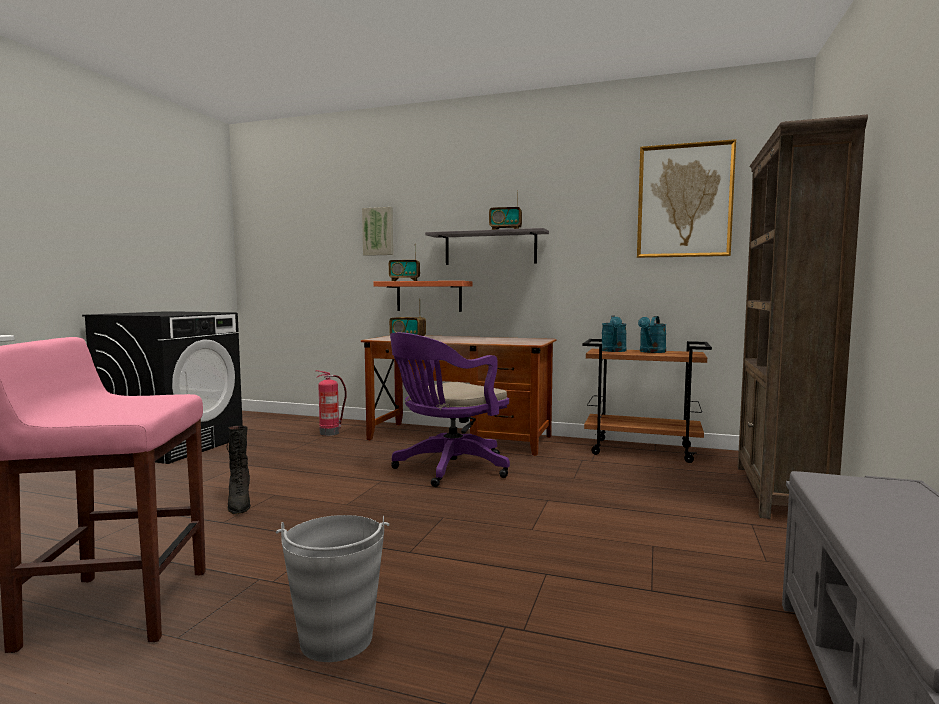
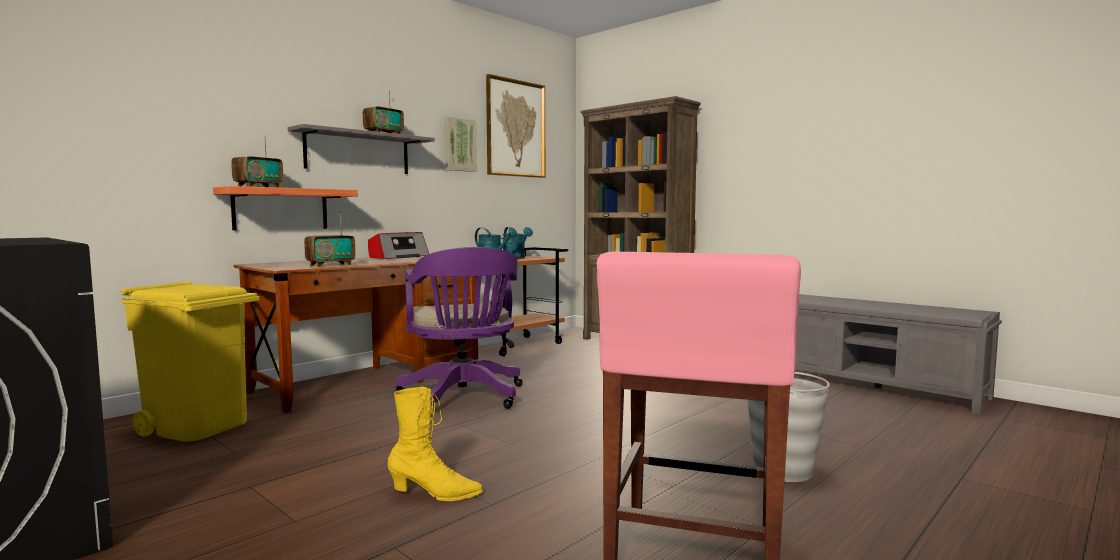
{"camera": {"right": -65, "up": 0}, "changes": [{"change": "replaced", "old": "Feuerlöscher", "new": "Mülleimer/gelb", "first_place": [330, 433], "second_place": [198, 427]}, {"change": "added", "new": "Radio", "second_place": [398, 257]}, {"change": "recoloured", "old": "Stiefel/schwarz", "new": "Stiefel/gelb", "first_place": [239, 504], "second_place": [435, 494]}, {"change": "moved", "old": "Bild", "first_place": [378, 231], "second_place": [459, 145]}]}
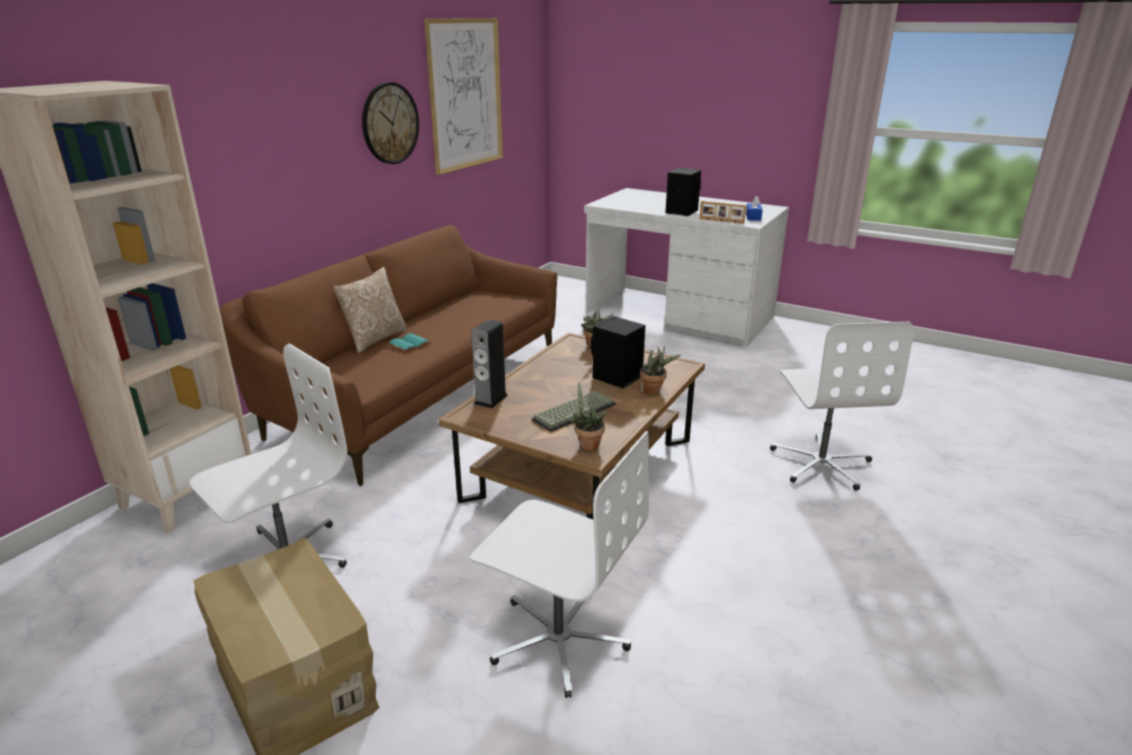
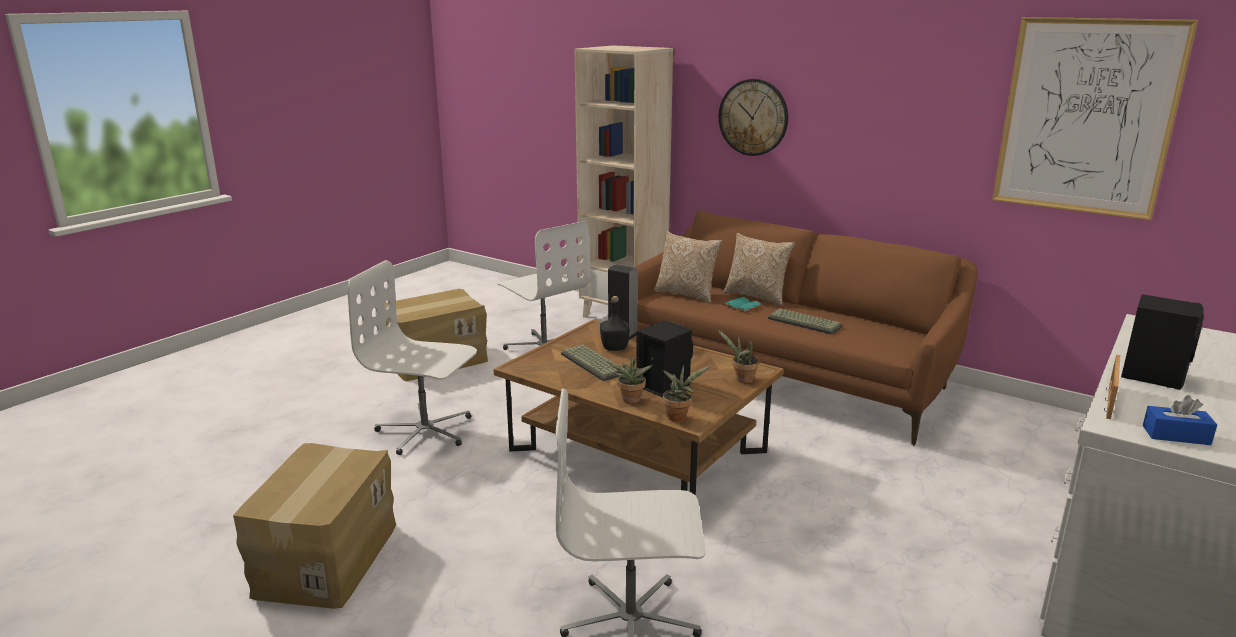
{"camera": {"right": 95, "up": -5}, "changes": [{"change": "added", "new": "Karton", "second_place": [325, 559]}, {"change": "turned", "old": "Bürostuhl/weiß", "first_place": [558, 639], "second_place": [425, 431], "degrees": 75}, {"change": "added", "new": "Flasche/schwarz", "second_place": [614, 348]}, {"change": "added", "new": "Kissen", "second_place": [687, 294]}, {"change": "moved", "old": "Topfpflanze", "first_place": [587, 444], "second_place": [679, 416]}, {"change": "moved", "old": "Wanduhr", "first_place": [390, 123], "second_place": [753, 117]}, {"change": "added", "new": "Tastatur", "second_place": [805, 322]}]}
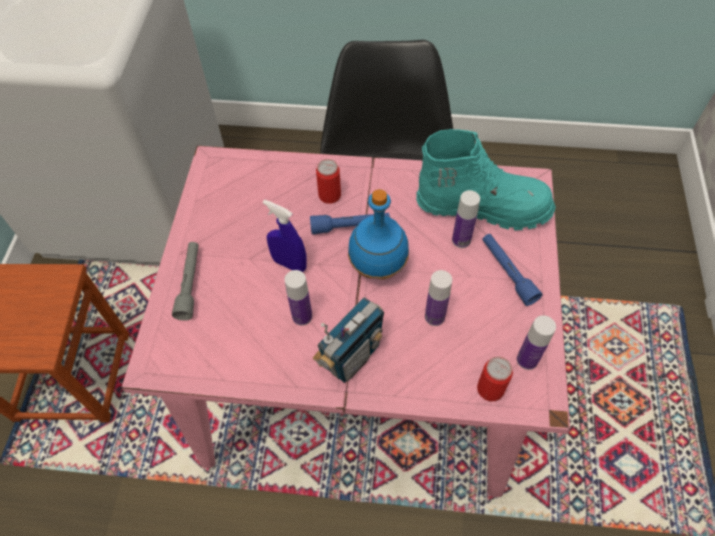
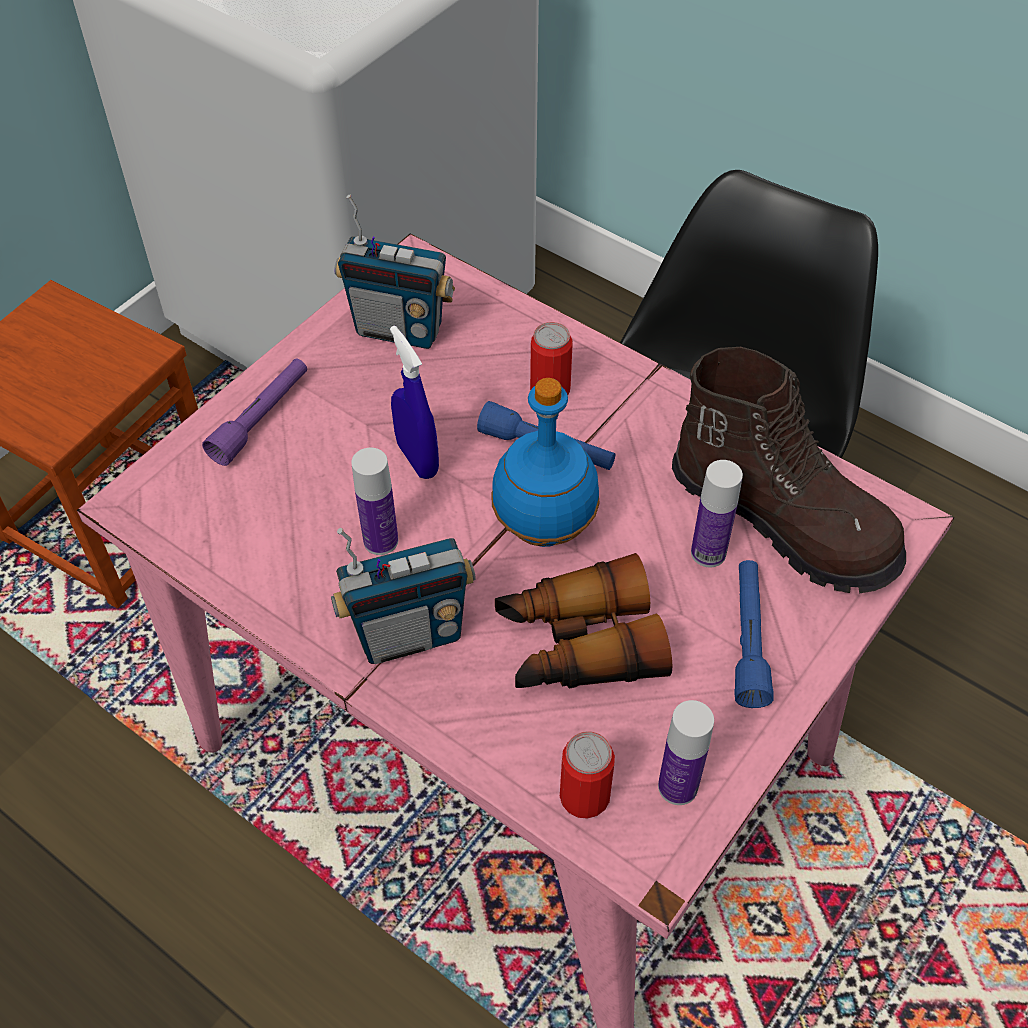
{"camera": {"right": 30, "up": -5}, "changes": [{"change": "recoloured", "old": "Taschenlampe/grau", "new": "Taschenlampe/lila", "first_place": [190, 284], "second_place": [261, 418]}, {"change": "added", "new": "Radio", "second_place": [399, 329]}, {"change": "replaced", "old": "Flasche", "new": "Fernglas", "first_place": [434, 316], "second_place": [577, 644]}, {"change": "recoloured", "old": "Stiefel/türkis", "new": "Stiefel/braun", "first_place": [482, 206], "second_place": [784, 519]}]}
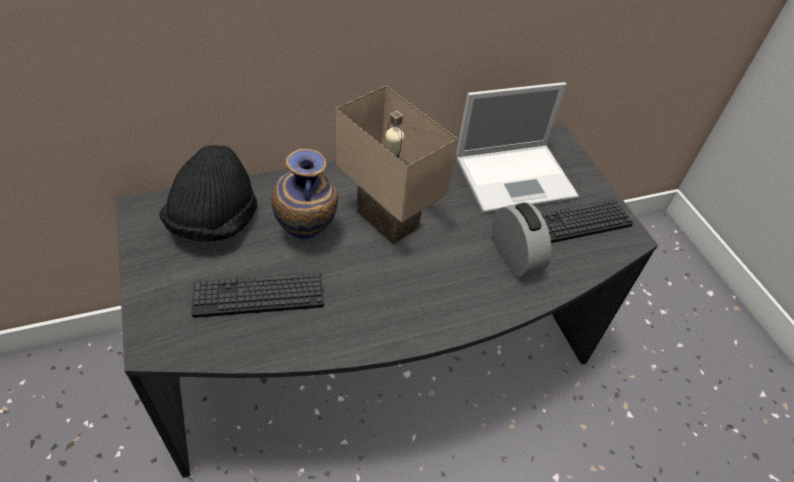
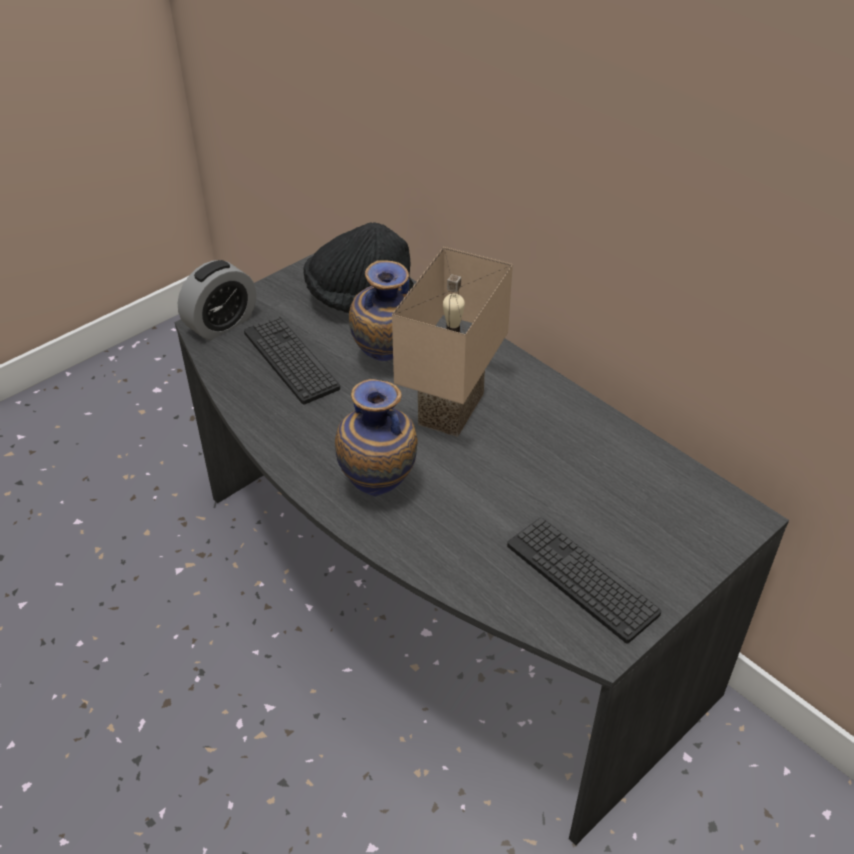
{"camera": {"right": 70, "up": -5}, "changes": [{"change": "moved", "old": "Wecker", "first_place": [514, 257], "second_place": [221, 324]}, {"change": "added", "new": "Vase", "second_place": [379, 488]}, {"change": "removed", "old": "Laptop", "first_place": [516, 177]}]}
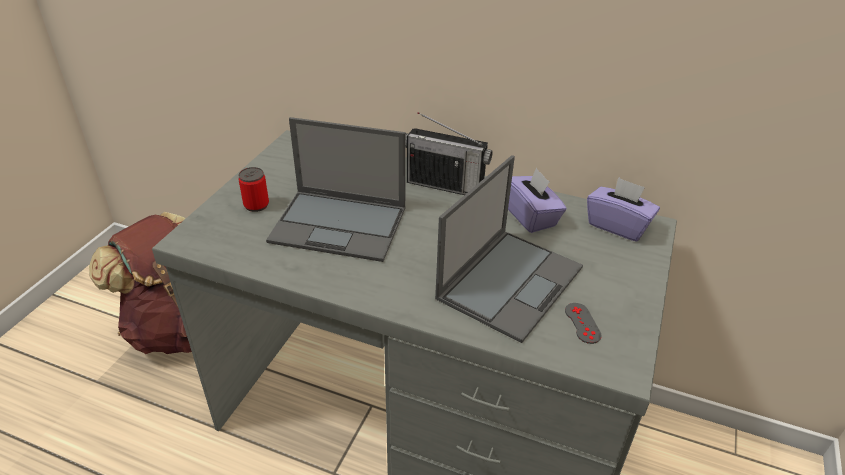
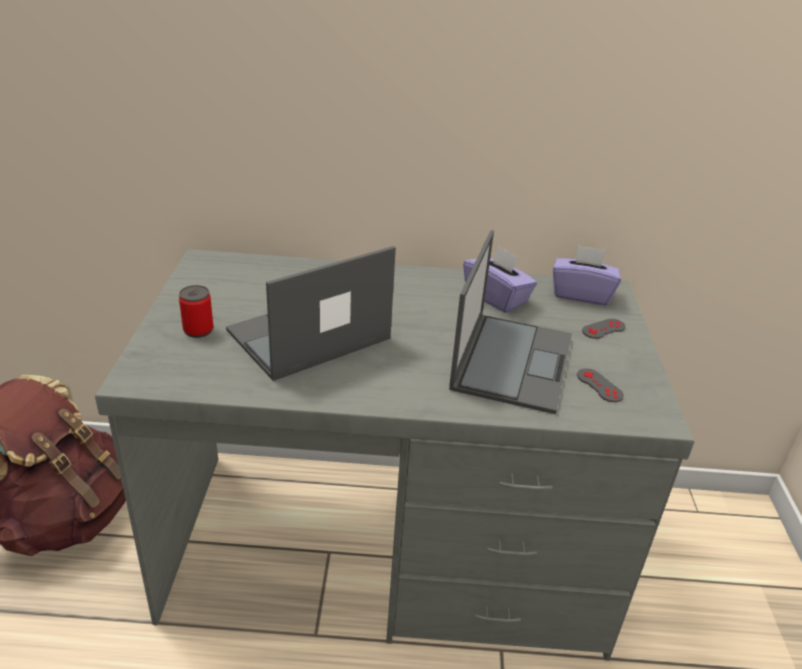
{"camera": {"right": -20, "up": -5}, "changes": [{"change": "turned", "old": "Laptop", "first_place": [340, 225], "second_place": [307, 336], "degrees": 150}, {"change": "added", "new": "Gamepad/grau", "second_place": [603, 329]}, {"change": "removed", "old": "Radio", "first_place": [445, 185]}]}
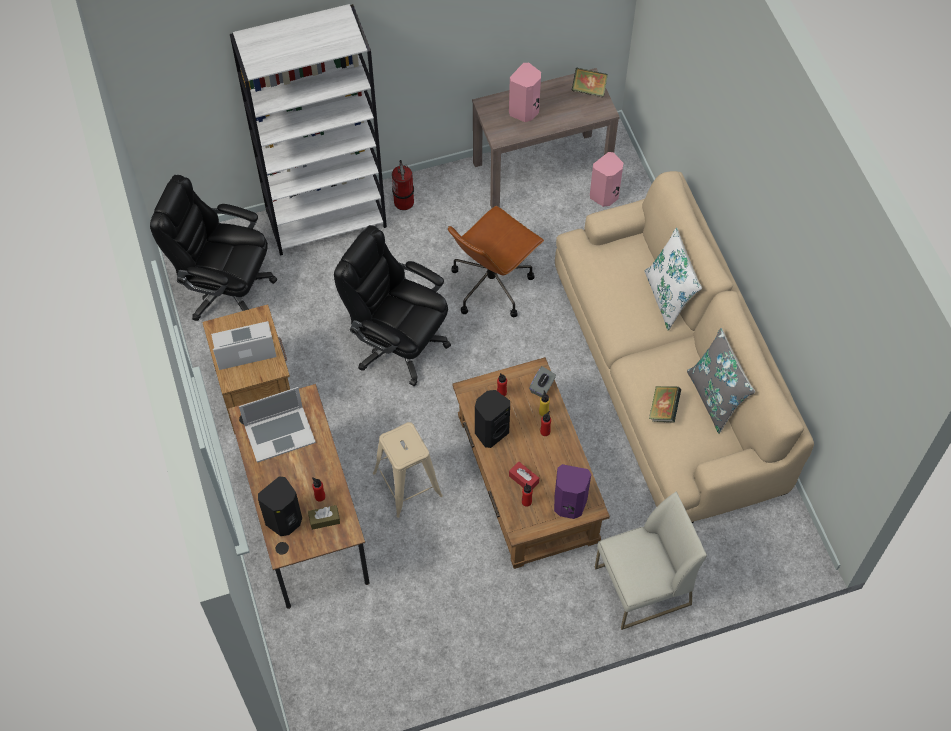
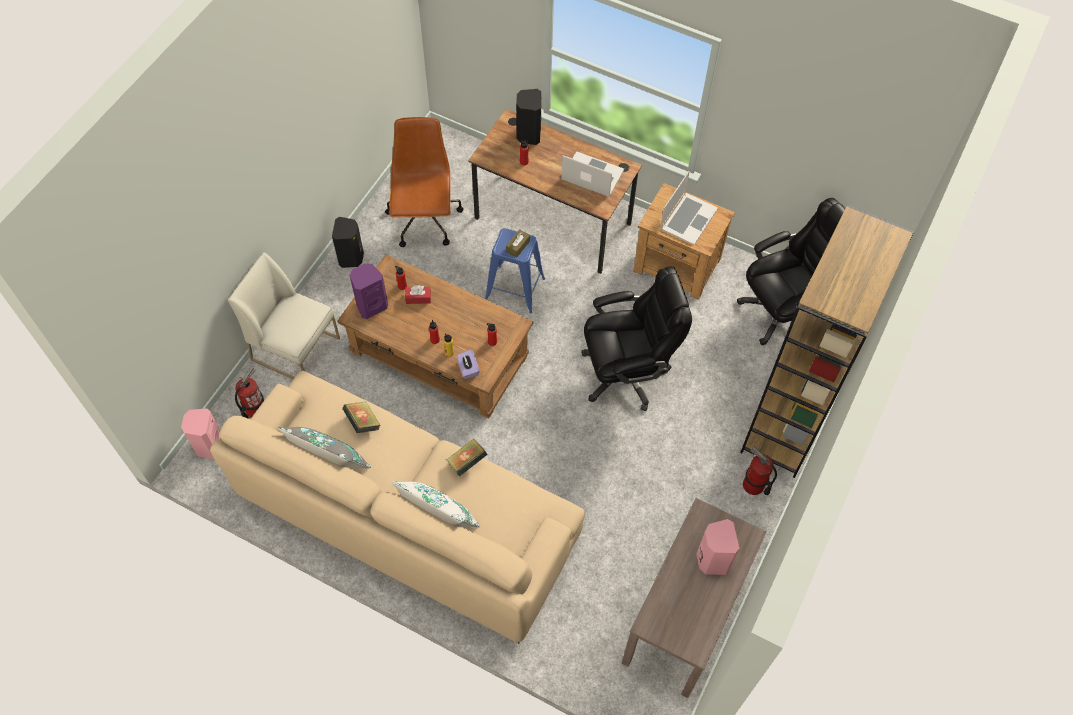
{"camera": {"right": 135, "up": 0}, "changes": [{"change": "moved", "old": "Lautsprecher/rosa", "first_place": [605, 196], "second_place": [209, 446]}, {"change": "turned", "old": "Stuhl/weiß", "first_place": [642, 587], "second_place": [297, 349], "degrees": 90}, {"change": "added", "new": "Feuerlöscher", "second_place": [256, 410]}, {"change": "moved", "old": "Lautsprecher/schwarz", "first_place": [490, 432], "second_place": [351, 258]}, {"change": "moved", "old": "Bürostuhl/braun", "first_place": [492, 284], "second_place": [425, 221]}, {"change": "moved", "old": "Buch", "first_place": [589, 89], "second_place": [467, 462]}, {"change": "recoloured", "old": "Taschentuchbox/grau", "new": "Taschentuchbox/lila", "first_place": [542, 387], "second_place": [468, 369]}, {"change": "recoloured", "old": "Hocker/beige", "new": "Hocker/blau", "first_place": [407, 484], "second_place": [515, 289]}, {"change": "moved", "old": "Taschentuchbox/braun", "first_place": [324, 519], "second_place": [518, 246]}, {"change": "turned", "old": "Laptop", "first_place": [279, 433], "second_place": [592, 175], "degrees": 90}, {"change": "recoloured", "old": "Bücherregal/weiß", "new": "Bücherregal/braun", "first_place": [327, 218], "second_place": [788, 420]}]}
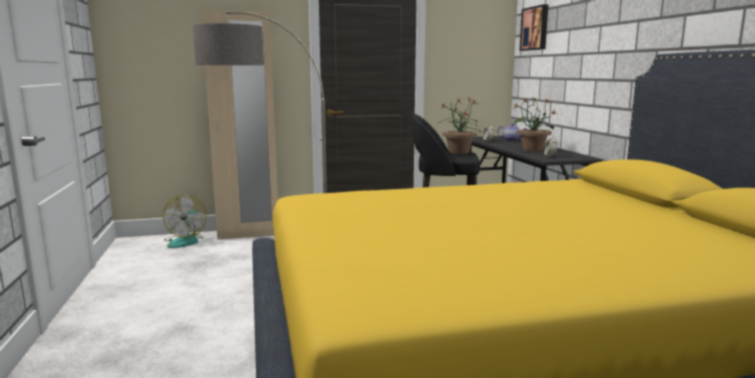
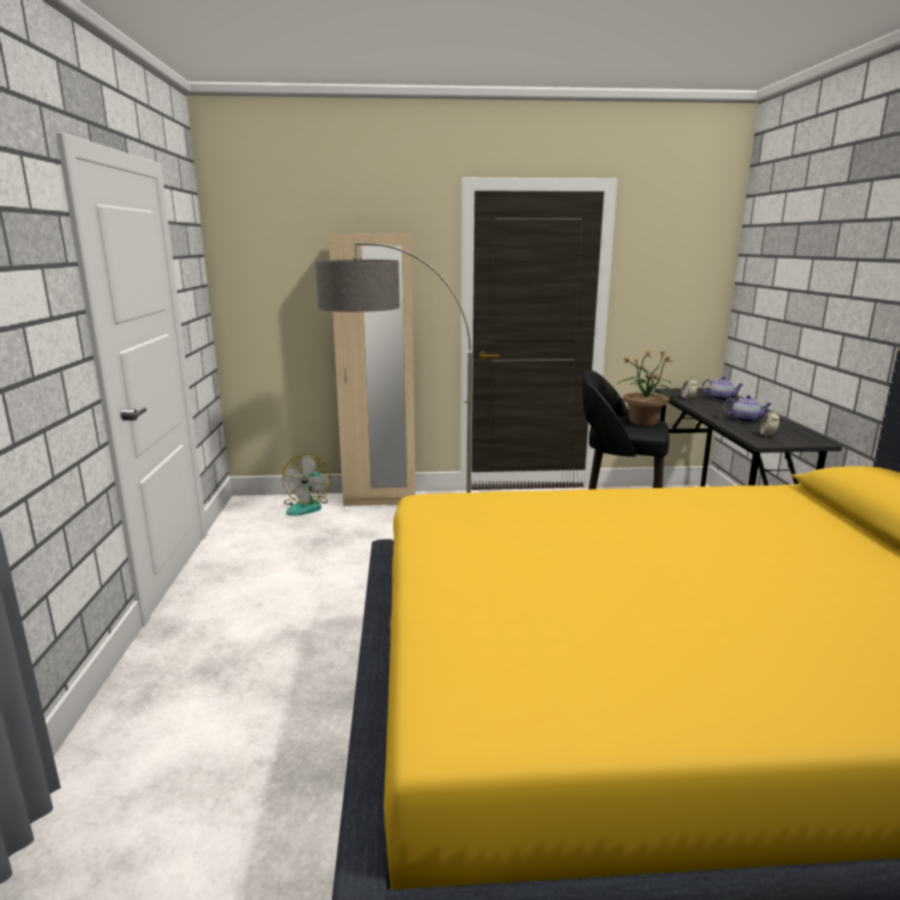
{"camera": {"right": 10, "up": 5}, "changes": [{"change": "replaced", "old": "Topfpflanze", "new": "Teekanne", "first_place": [532, 149], "second_place": [745, 420]}, {"change": "removed", "old": "Bild", "first_place": [535, 28]}]}
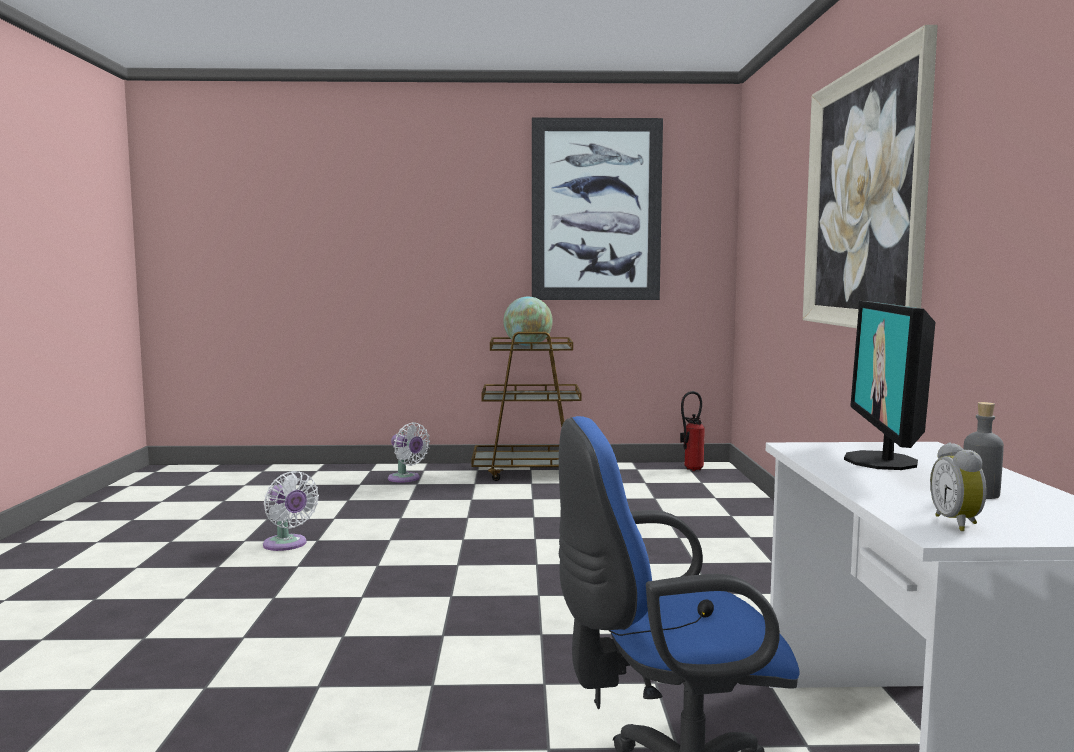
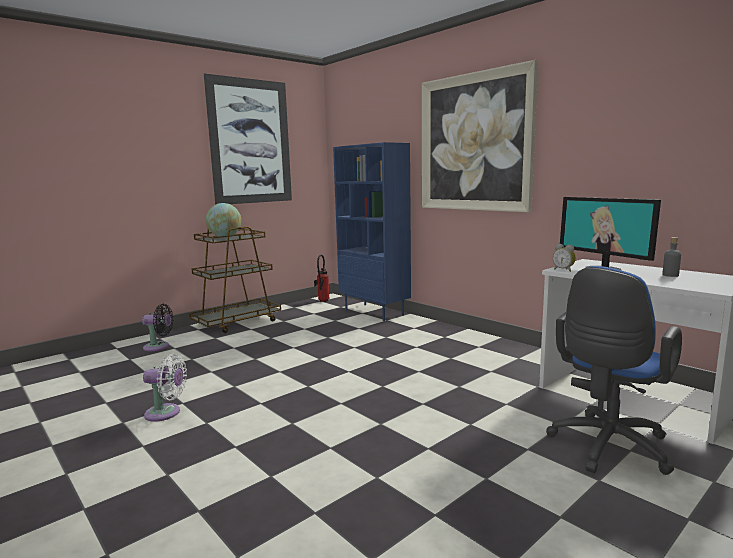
{"camera": {"right": -40, "up": 5}, "changes": [{"change": "recoloured", "old": "Ventilator/weiß", "new": "Ventilator/schwarz", "first_place": [406, 479], "second_place": [159, 347]}, {"change": "added", "new": "Bücherregal/blau", "second_place": [375, 312]}, {"change": "moved", "old": "Wecker", "first_place": [958, 524], "second_place": [564, 270]}]}
